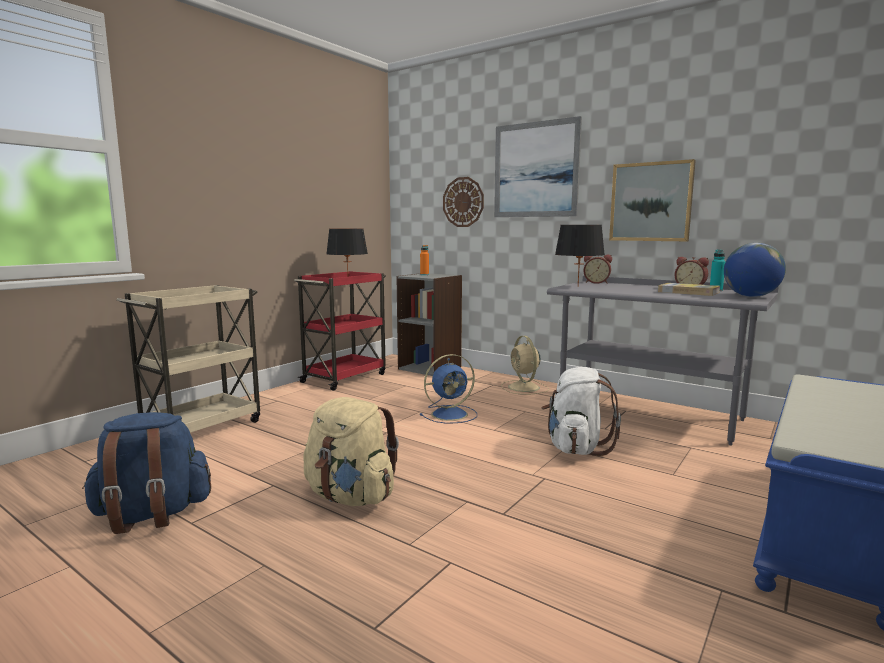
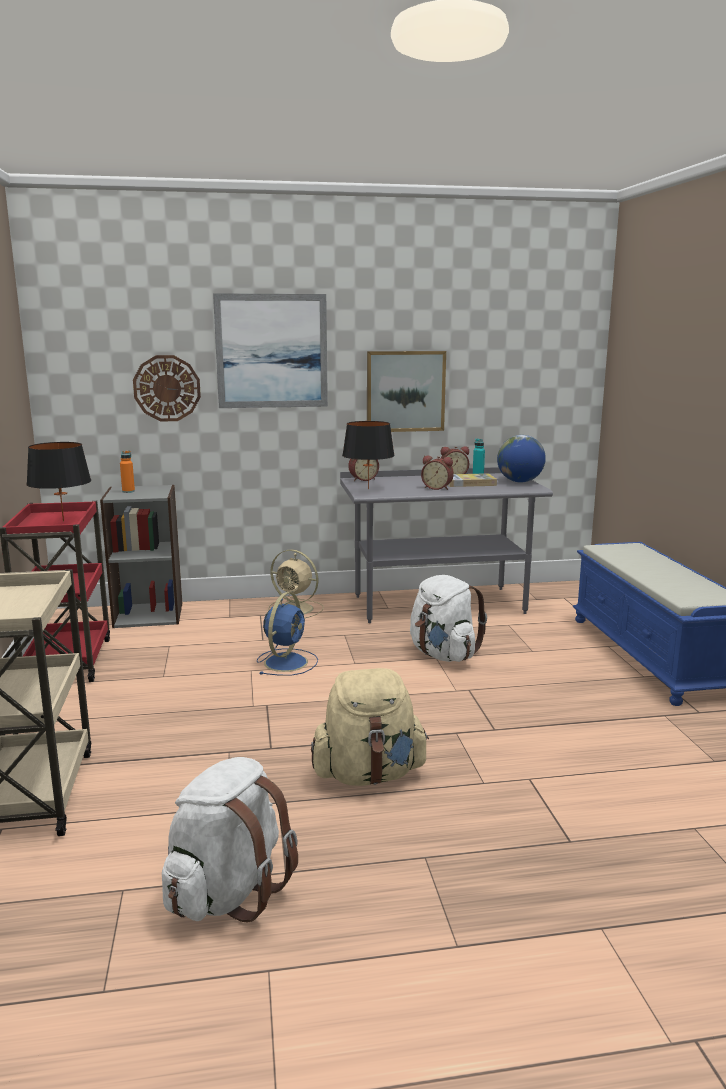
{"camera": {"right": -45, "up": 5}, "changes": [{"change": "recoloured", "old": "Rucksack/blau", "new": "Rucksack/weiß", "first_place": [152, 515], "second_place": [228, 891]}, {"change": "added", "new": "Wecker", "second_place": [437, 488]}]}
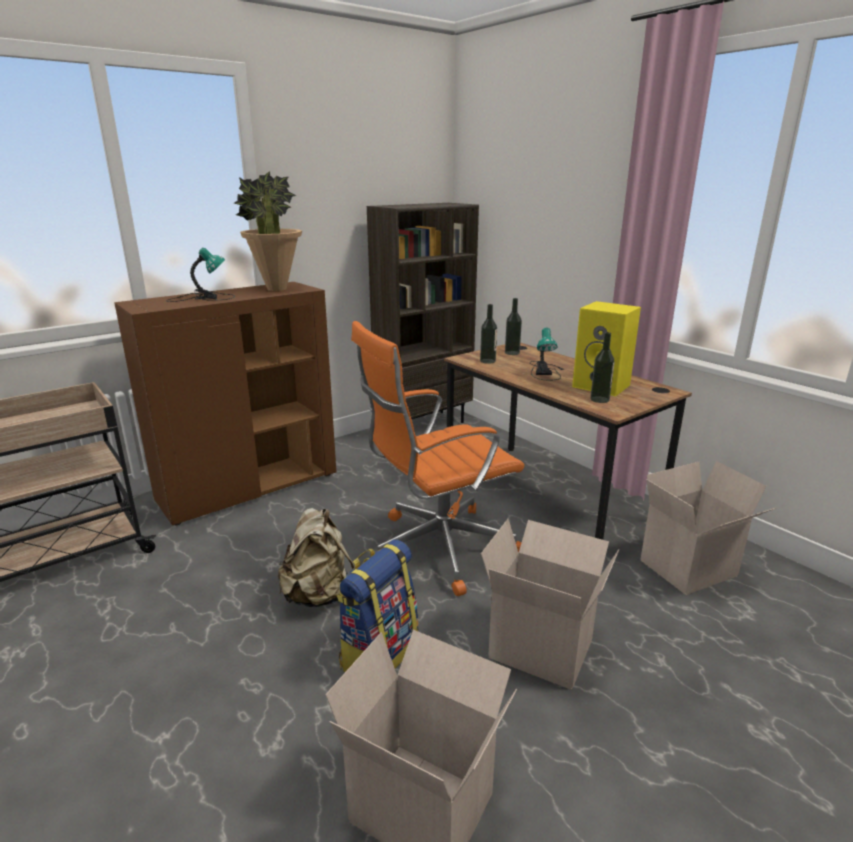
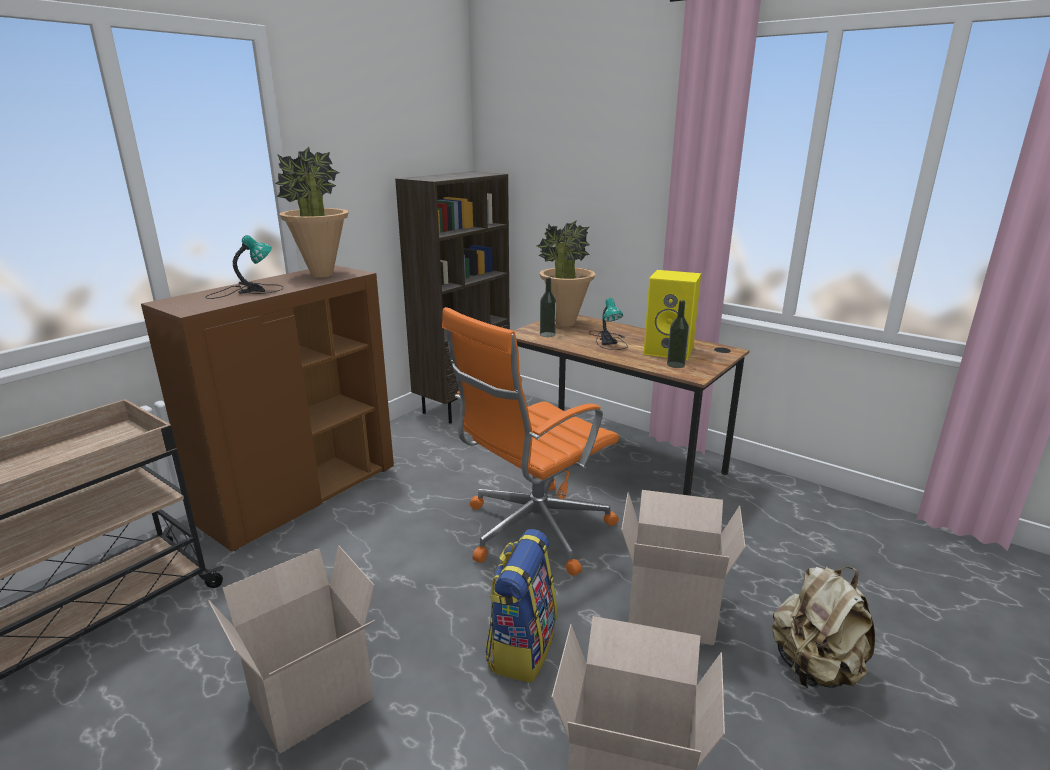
{"camera": {"right": -15, "up": 0}, "changes": [{"change": "moved", "old": "Karton", "first_place": [689, 570], "second_place": [311, 701]}, {"change": "replaced", "old": "Flasche", "new": "Topfpflanze", "first_place": [512, 353], "second_place": [565, 324]}, {"change": "moved", "old": "Rucksack/beige", "first_place": [319, 595], "second_place": [815, 668]}]}
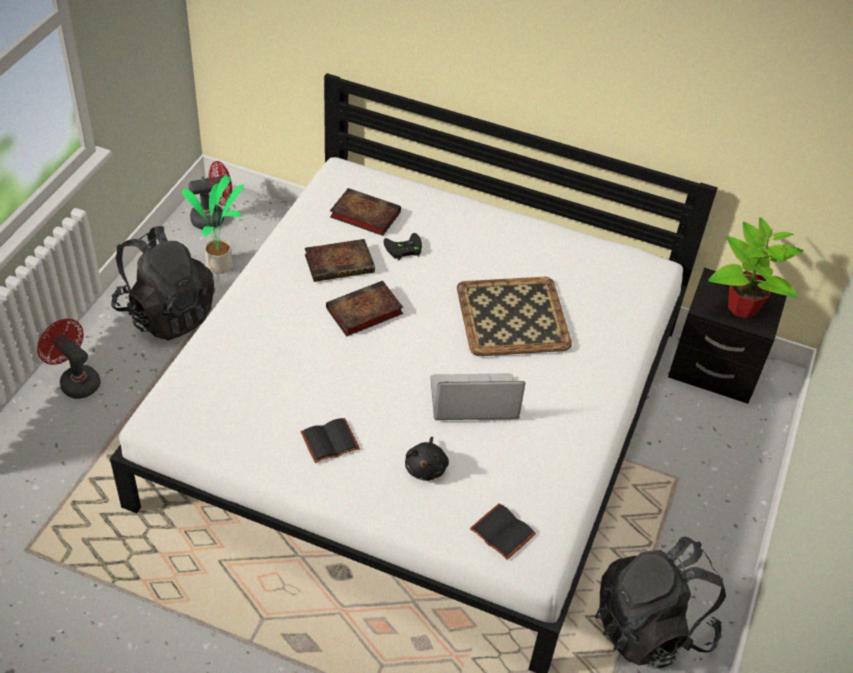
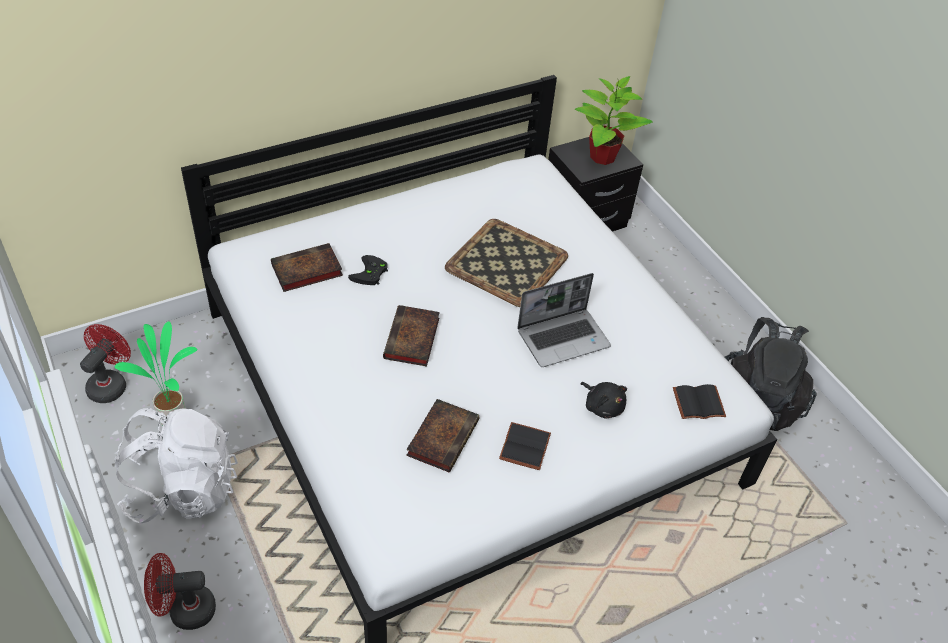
{"camera": {"right": -50, "up": 0}, "changes": [{"change": "recoloured", "old": "Rucksack/schwarz", "new": "Rucksack/weiß", "first_place": [166, 313], "second_place": [183, 489]}, {"change": "moved", "old": "Buch", "first_place": [341, 263], "second_place": [443, 436]}, {"change": "turned", "old": "Laptop", "first_place": [472, 400], "second_place": [563, 338], "degrees": -150}]}
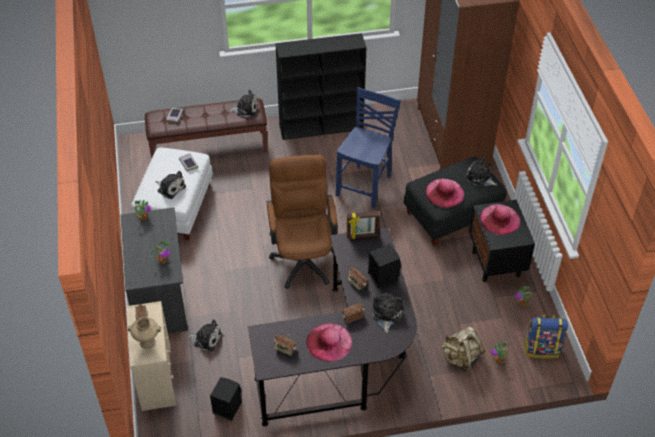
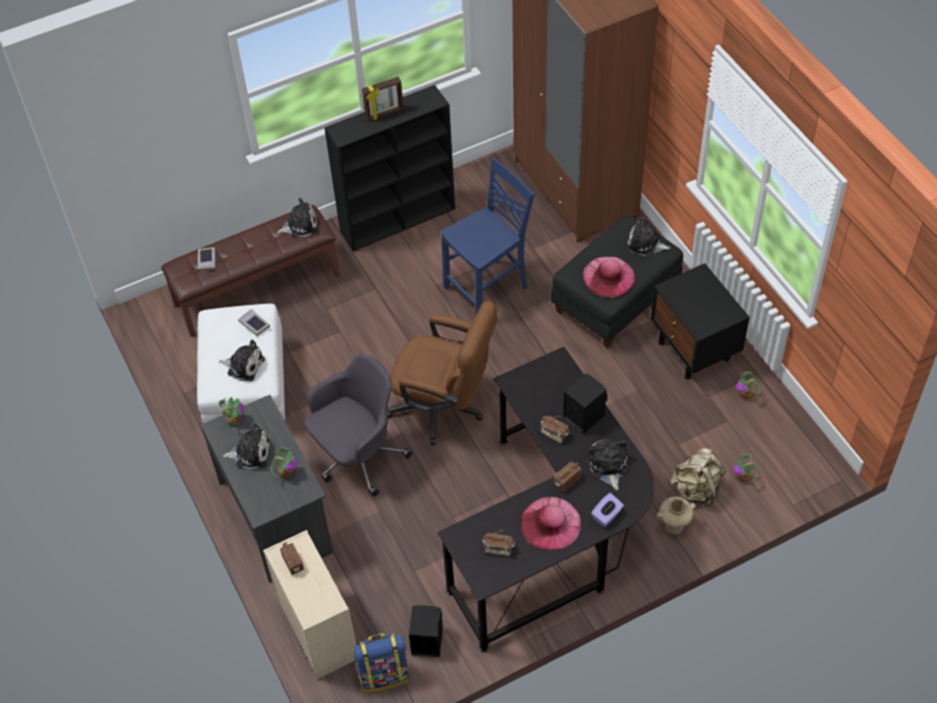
{"camera": {"right": -15, "up": 5}, "changes": [{"change": "moved", "old": "Plüschtier", "first_place": [206, 339], "second_place": [250, 453]}, {"change": "added", "new": "Bürostuhl/grau", "second_place": [357, 456]}, {"change": "moved", "old": "Rucksack", "first_place": [542, 349], "second_place": [384, 674]}, {"change": "moved", "old": "Bilderrahmen", "first_place": [362, 236], "second_place": [384, 114]}, {"change": "turned", "old": "Bürostuhl/braun", "first_place": [303, 256], "second_place": [444, 409], "degrees": 135}, {"change": "turned", "old": "Stuhl/blau", "first_place": [365, 186], "second_place": [488, 288], "degrees": 45}, {"change": "added", "new": "Taschentuchbox/lila", "second_place": [607, 516]}, {"change": "moved", "old": "Vase/beige", "first_place": [147, 343], "second_place": [673, 526]}, {"change": "removed", "old": "Hut/rosa", "first_place": [500, 219]}]}
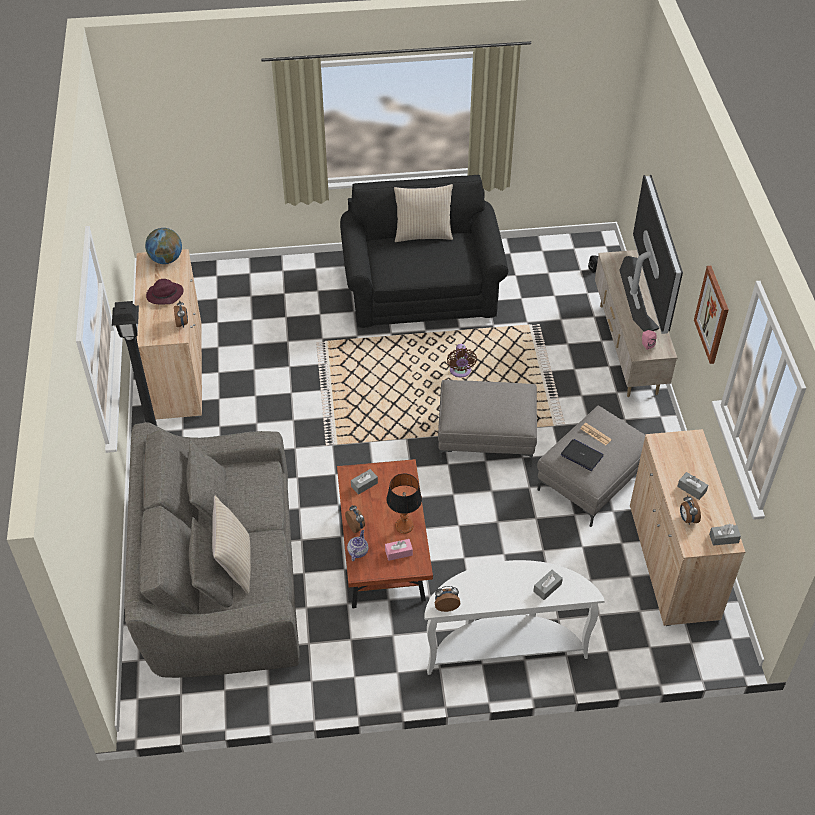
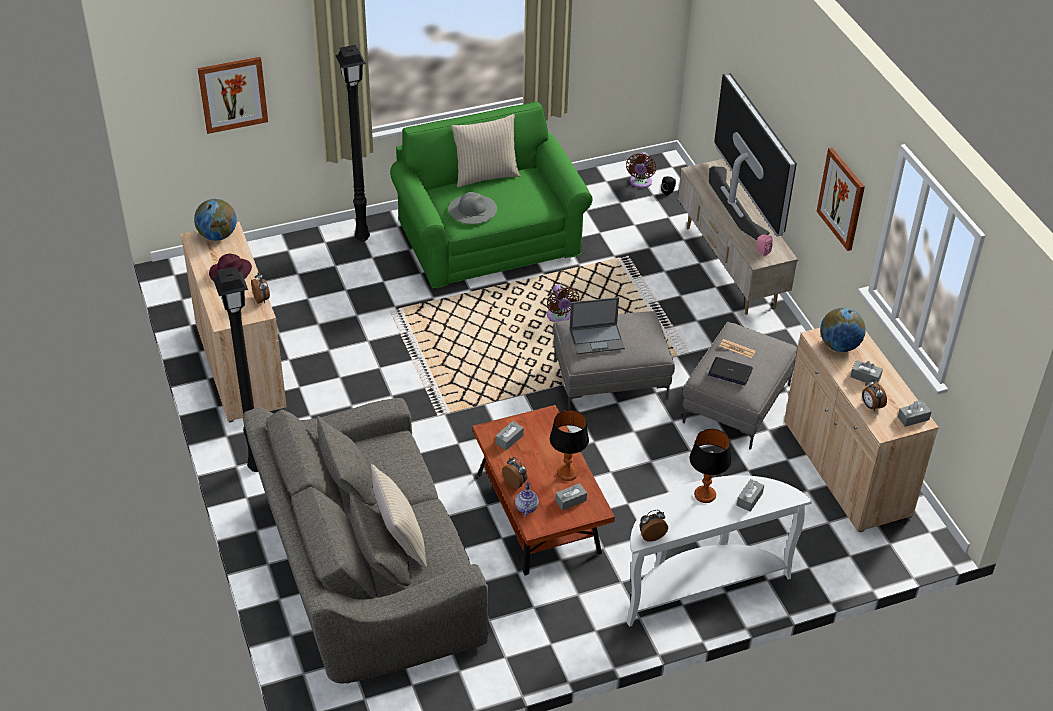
{"camera": {"right": -15, "up": -5}, "changes": [{"change": "added", "new": "Bild", "second_place": [233, 94]}, {"change": "added", "new": "Stehlampe/schwarz", "second_place": [363, 237]}, {"change": "recoloured", "old": "Sofa/schwarz", "new": "Sofa/grün", "first_place": [422, 291], "second_place": [489, 241]}, {"change": "added", "new": "Hut/grau", "second_place": [472, 209]}, {"change": "recoloured", "old": "Taschentuchbox/rosa", "new": "Taschentuchbox/grau", "first_place": [398, 552], "second_place": [570, 500]}, {"change": "added", "new": "Laptop", "second_place": [597, 339]}, {"change": "added", "new": "Ventilator/braun", "second_place": [640, 183]}, {"change": "added", "new": "Tischlampe", "second_place": [705, 495]}, {"change": "added", "new": "Globus", "second_place": [839, 346]}]}
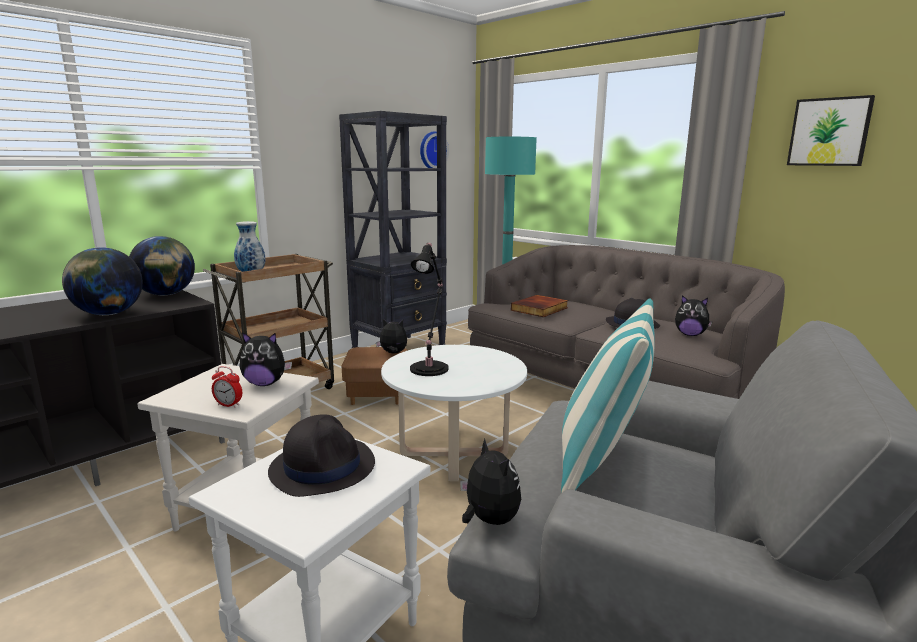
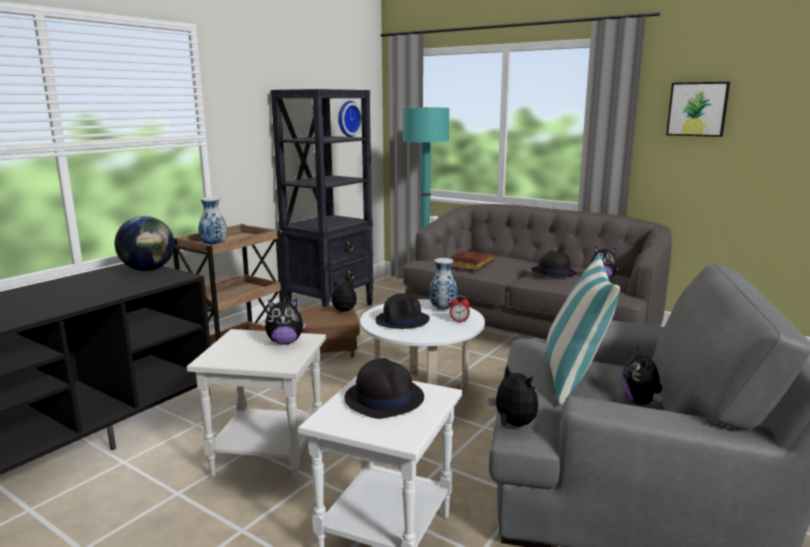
{"camera": {"right": -10, "up": 0}, "changes": [{"change": "replaced", "old": "Tischlampe/schwarz", "new": "Hut/schwarz", "first_place": [430, 367], "second_place": [403, 320]}, {"change": "added", "new": "Vase", "second_place": [442, 308]}, {"change": "moved", "old": "Wecker", "first_place": [228, 405], "second_place": [459, 321]}, {"change": "added", "new": "Plüschtier", "second_place": [641, 402]}, {"change": "removed", "old": "Globus", "first_place": [108, 314]}]}
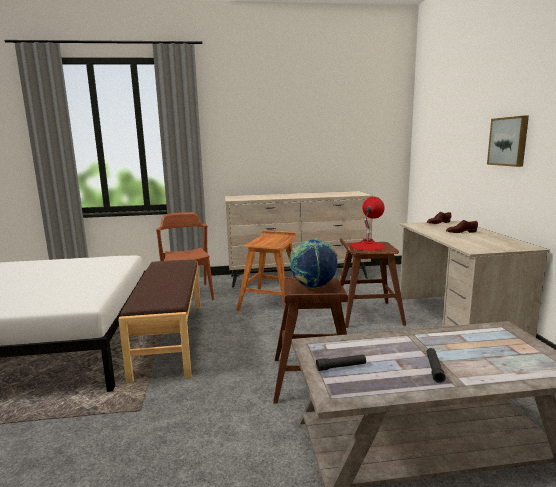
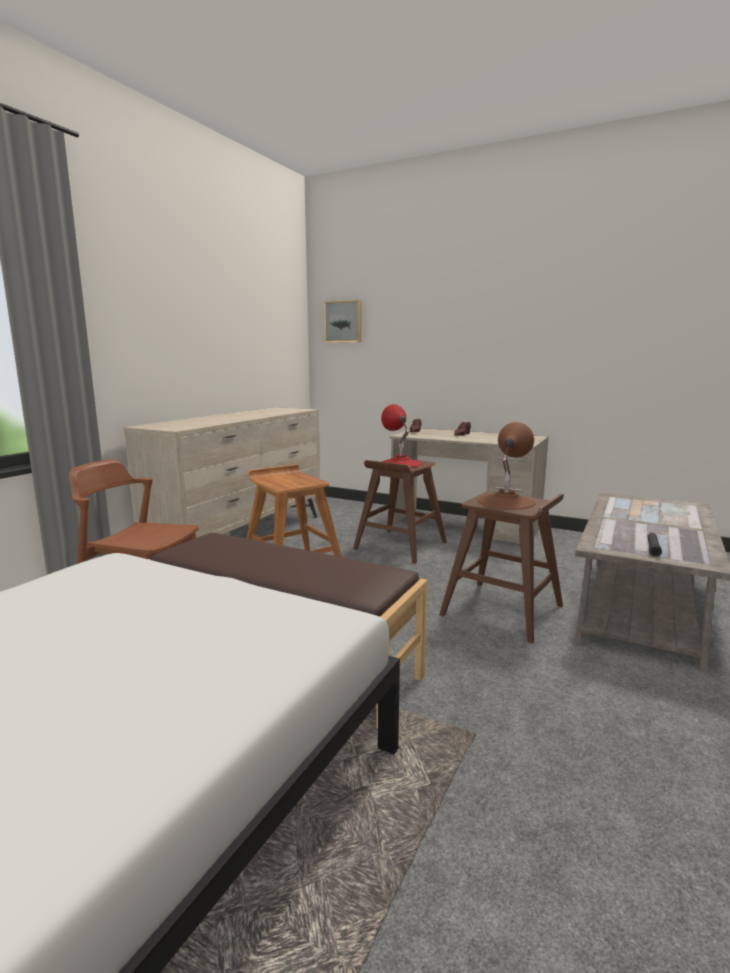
{"camera": {"right": -55, "up": 0}, "changes": [{"change": "moved", "old": "Bild", "first_place": [509, 141], "second_place": [343, 322]}, {"change": "replaced", "old": "Globus", "new": "Tischlampe/braun", "first_place": [313, 287], "second_place": [505, 501]}, {"change": "removed", "old": "Taschenlampe/schwarz", "first_place": [434, 369]}]}
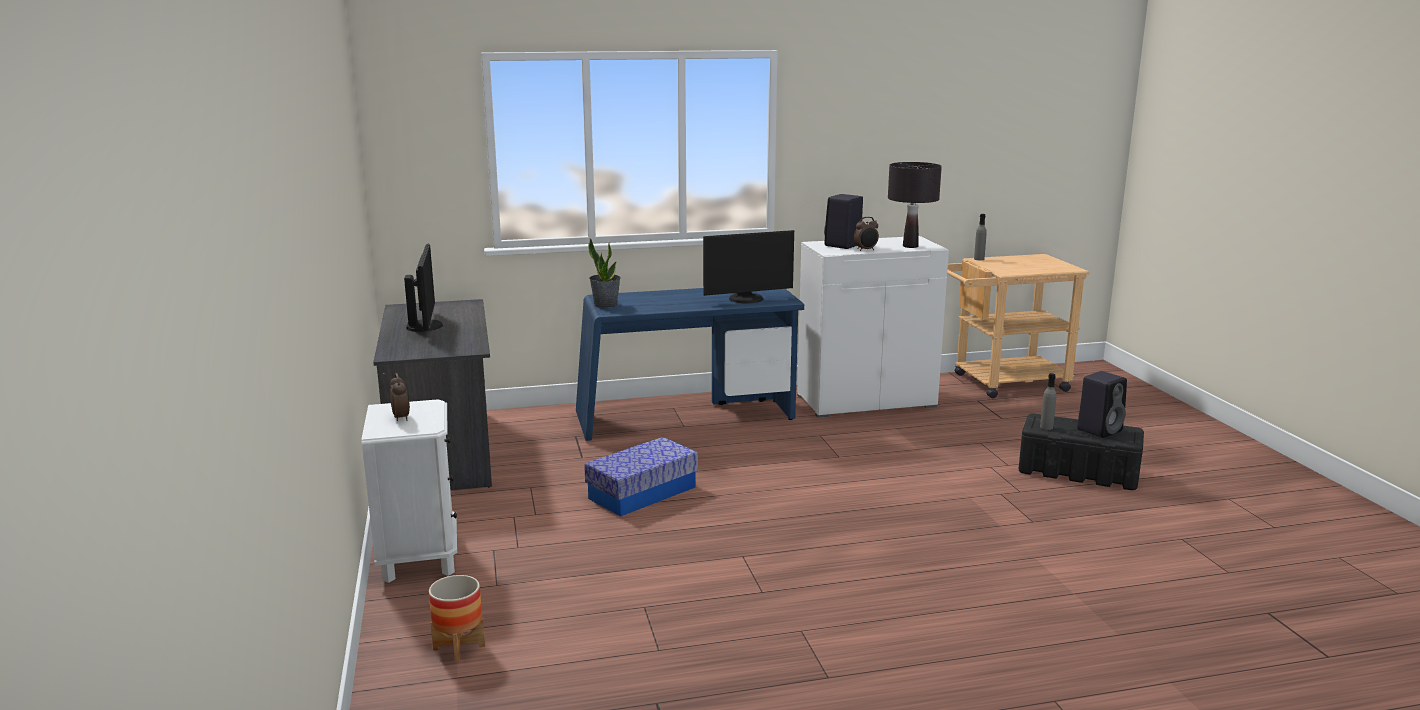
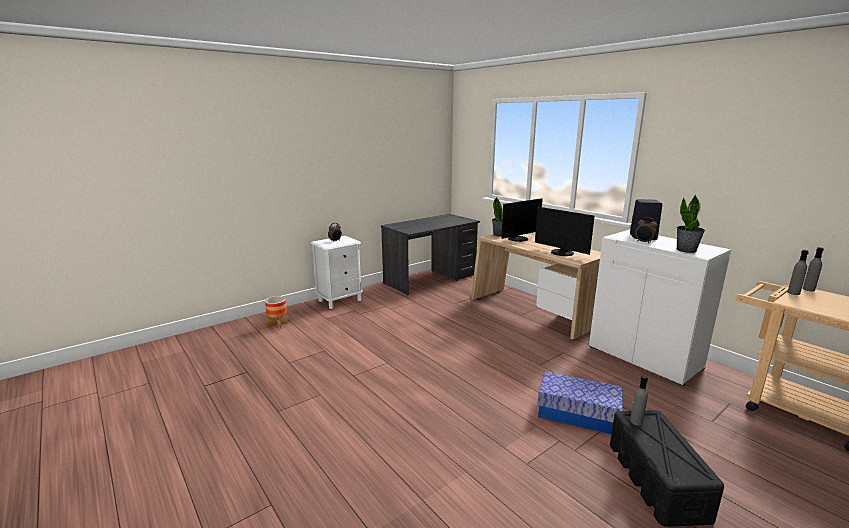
{"camera": {"right": 65, "up": 0}, "changes": [{"change": "recoloured", "old": "Schreibtisch/blau", "new": "Schreibtisch/beige", "first_place": [686, 418], "second_place": [531, 313]}, {"change": "moved", "old": "Monitor", "first_place": [426, 326], "second_place": [519, 239]}, {"change": "moved", "old": "Aufbewahrungsbox", "first_place": [642, 493], "second_place": [578, 414]}, {"change": "replaced", "old": "Tischlampe/schwarz", "new": "Topfpflanze", "first_place": [910, 246], "second_place": [686, 250]}, {"change": "added", "new": "Flasche/grau", "second_place": [793, 293]}, {"change": "removed", "old": "Lautsprecher/schwarz", "first_place": [1100, 430]}]}
